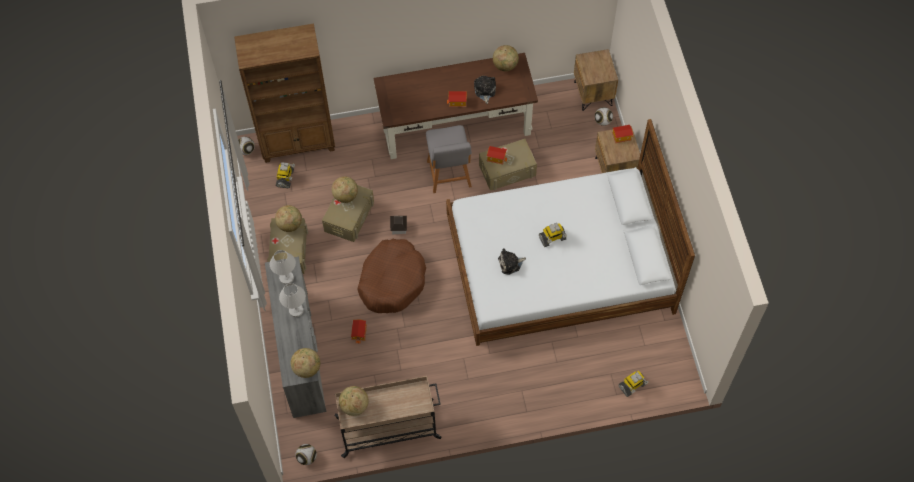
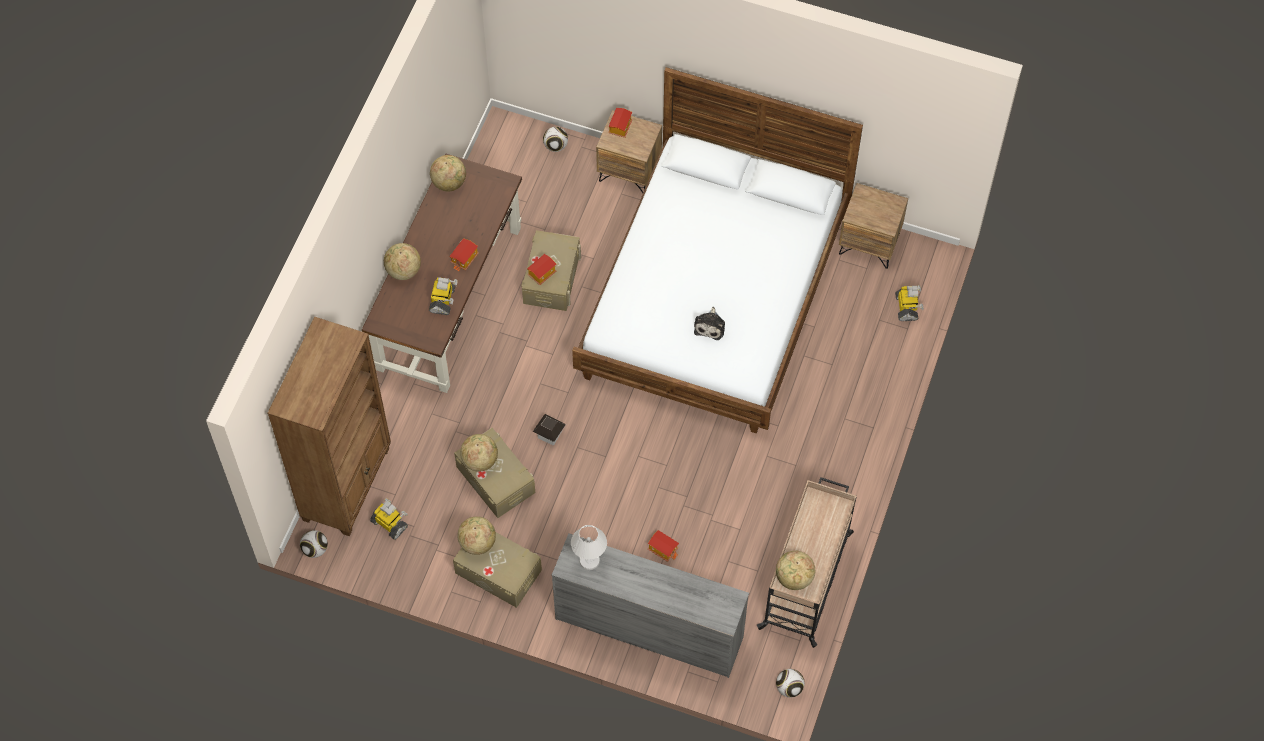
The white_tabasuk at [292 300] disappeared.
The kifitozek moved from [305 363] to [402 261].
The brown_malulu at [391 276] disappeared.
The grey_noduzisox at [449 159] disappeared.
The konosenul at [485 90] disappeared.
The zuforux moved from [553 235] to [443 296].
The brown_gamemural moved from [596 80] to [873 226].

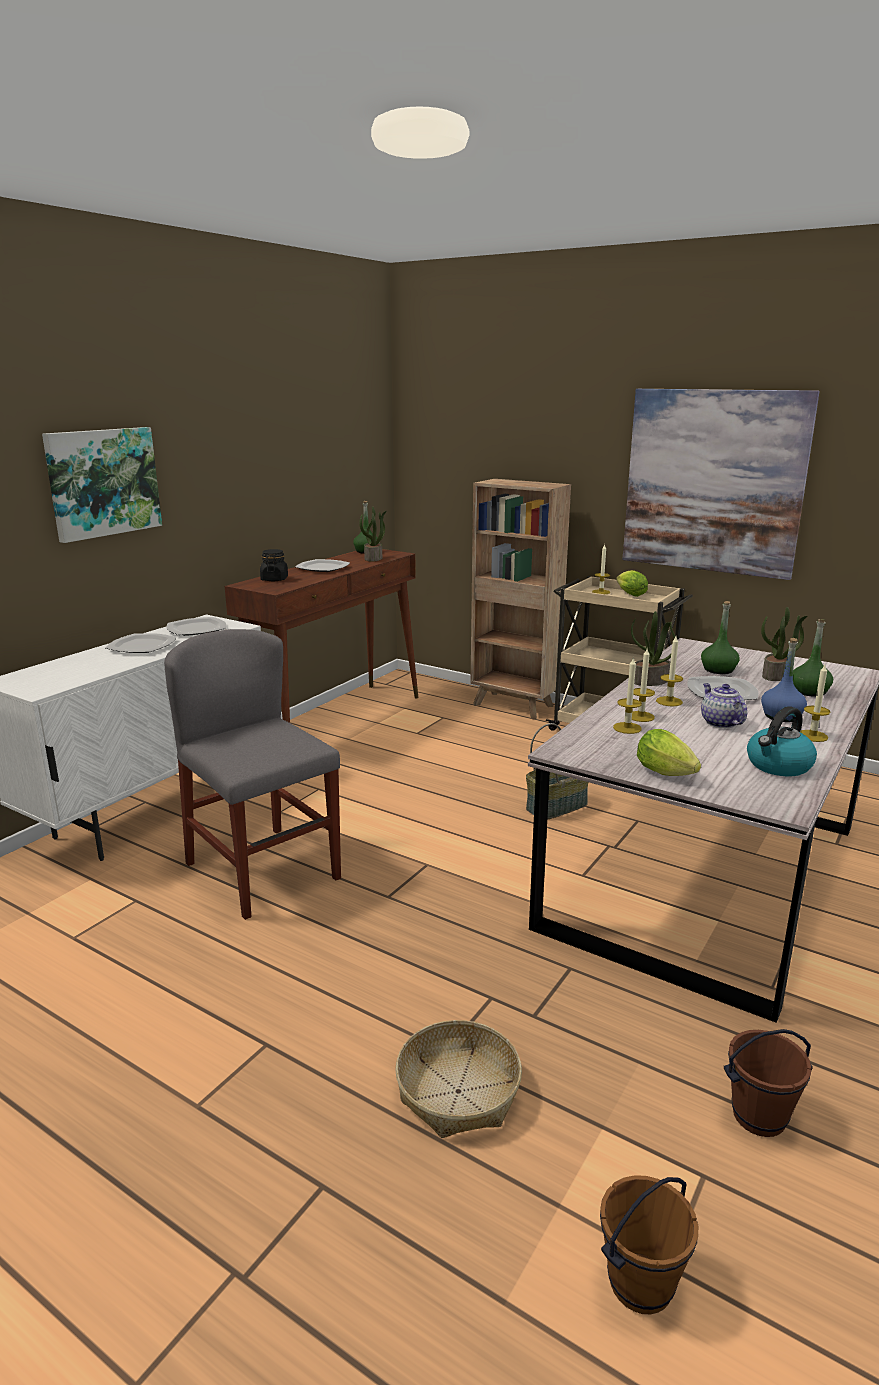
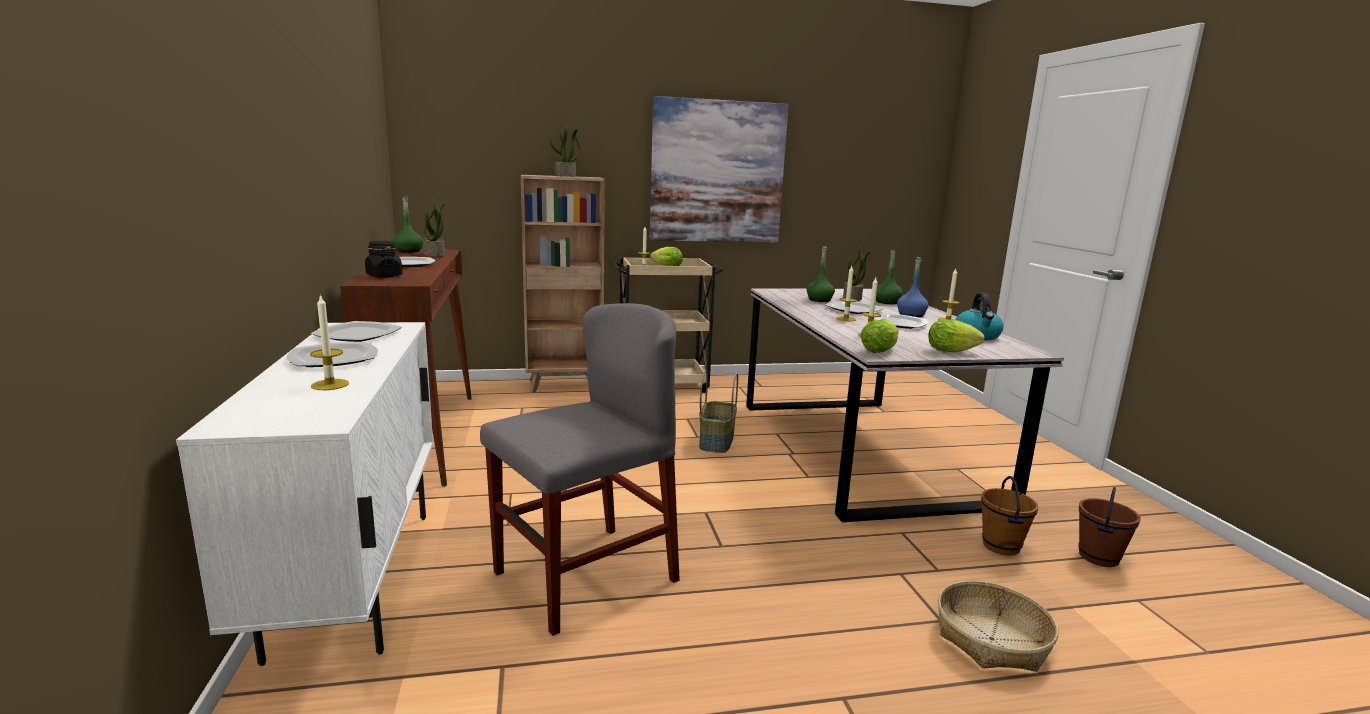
The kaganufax at [102 485] disappeared.
The grey_noduzisox at [252 774] turned 135 degrees clockwise.
The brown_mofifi moved from [649 1244] to [1010 516].
The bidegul moved from [653 648] to [565 151].
The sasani moved from [643 685] to [329 342].
The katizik at [724 705] was replaced by the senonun at [901 321].
The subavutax at [879 336] appeared.

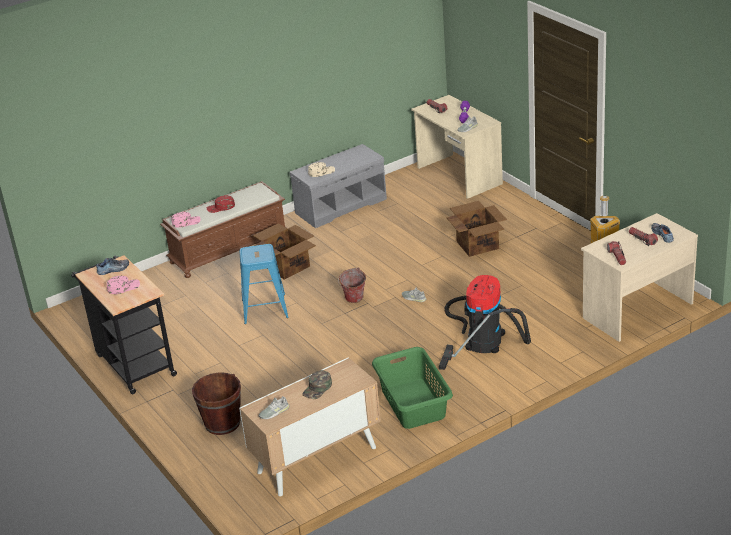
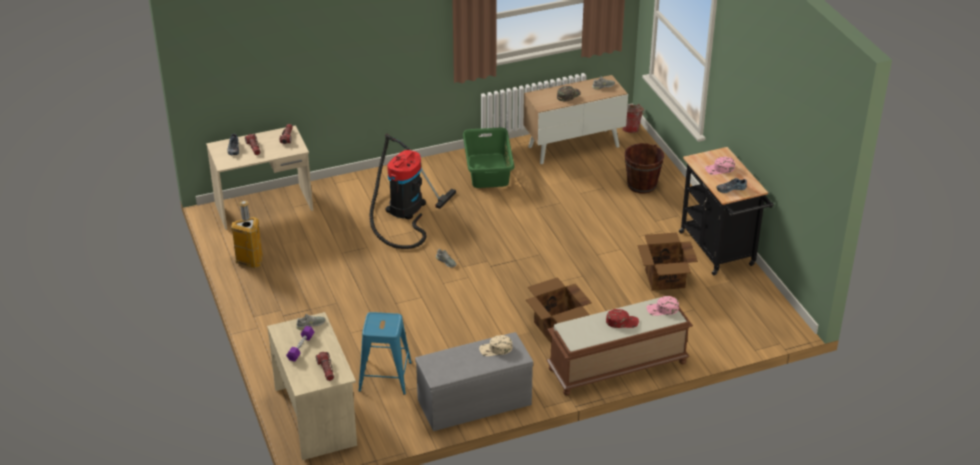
The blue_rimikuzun moved from [264 284] to [385 353].
The mofifi moved from [352 285] to [633 118].
The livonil moved from [476 229] to [668 261].

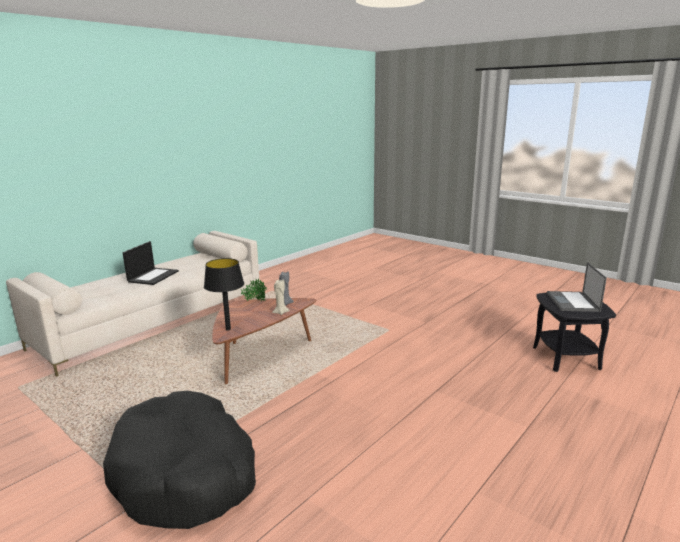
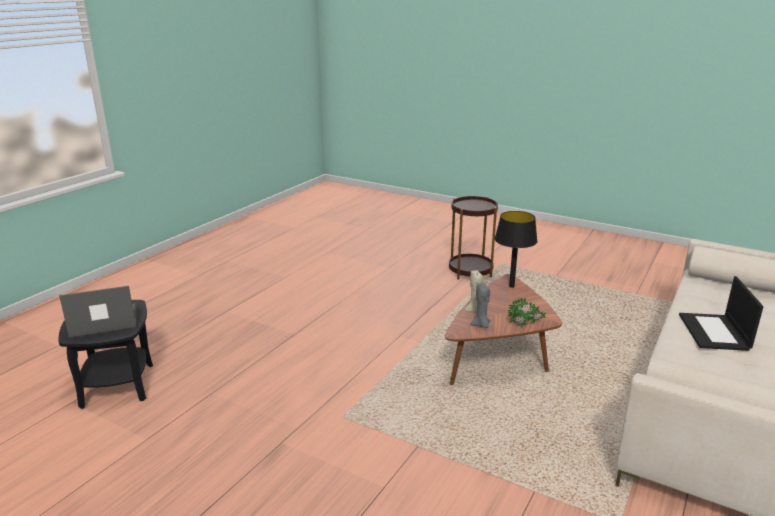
The black_malulu at [179 460] was replaced by the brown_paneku at [473 238].
The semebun at [577 287] turned 105 degrees counterclockwise.

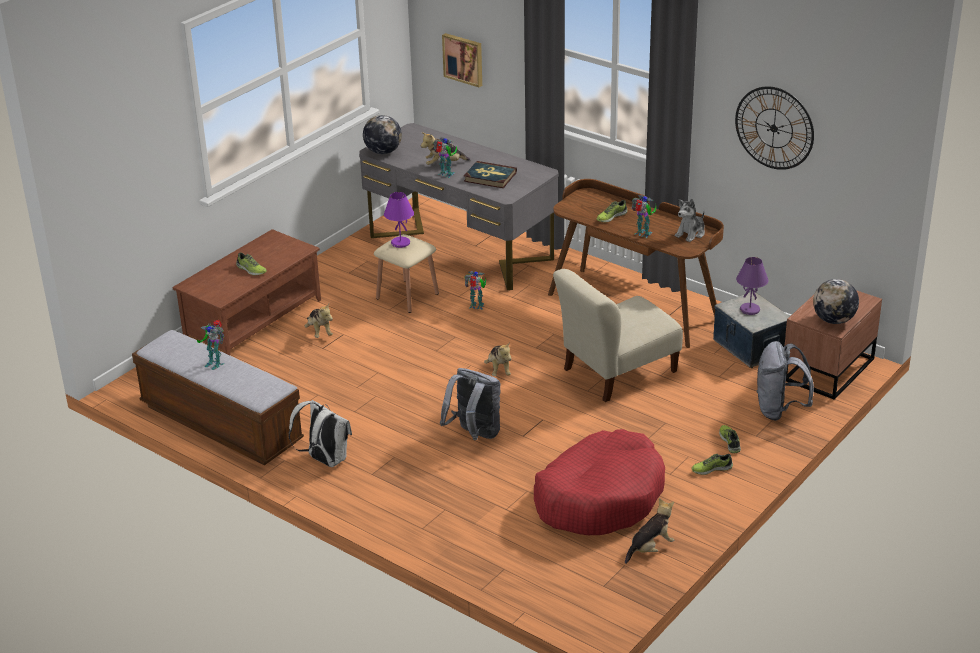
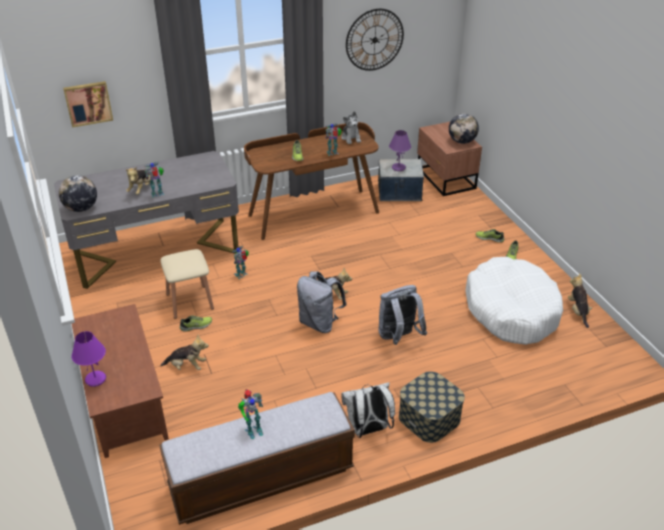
The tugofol moved from [251 264] to [196 323].
The purple_tabasuk moved from [399 220] to [88 359].
The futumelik at [490 174] disappeared.
The red_malulu at [599 482] became the white_malulu at [514 301].
The beige_noduzisox at [618 335] disappeared.
The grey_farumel moved from [785 381] to [322 302].
The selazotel at [432 407] appeared.

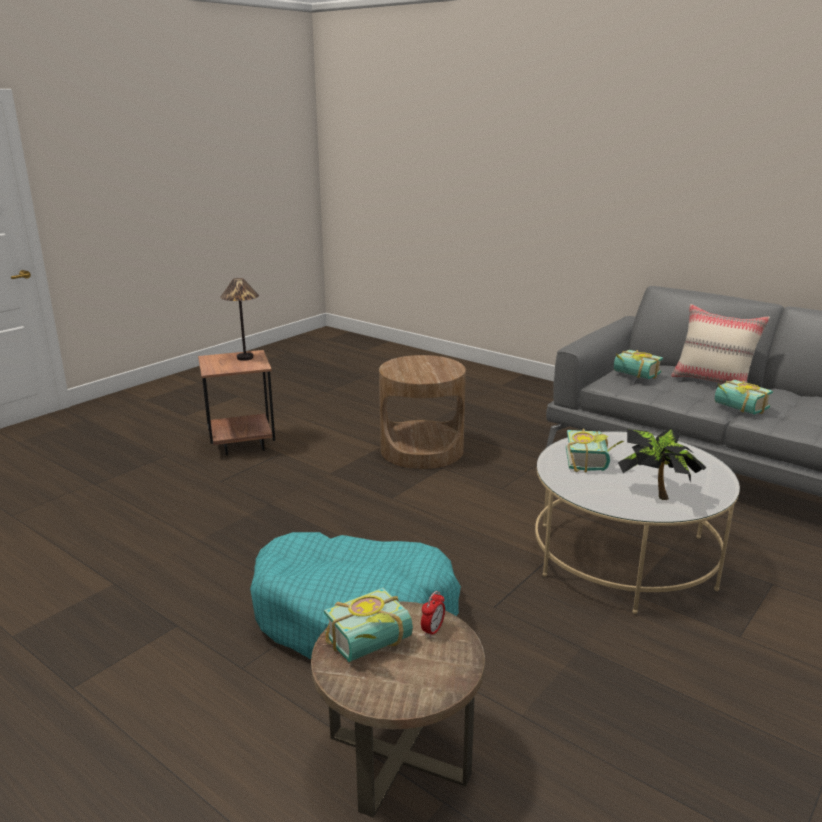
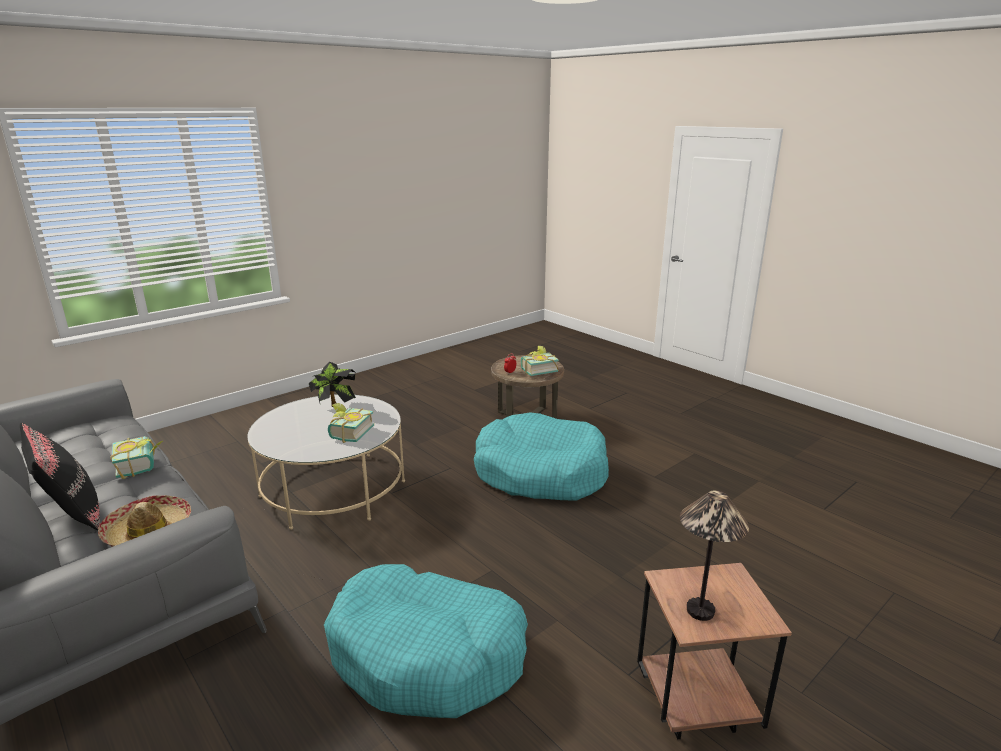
The brown_paneku at [422 412] was replaced by the turquoise_malulu at [426 641].
The futumelik at [638 364] was replaced by the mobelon at [144 521].
The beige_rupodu at [720 344] became the black_rupodu at [60 476].

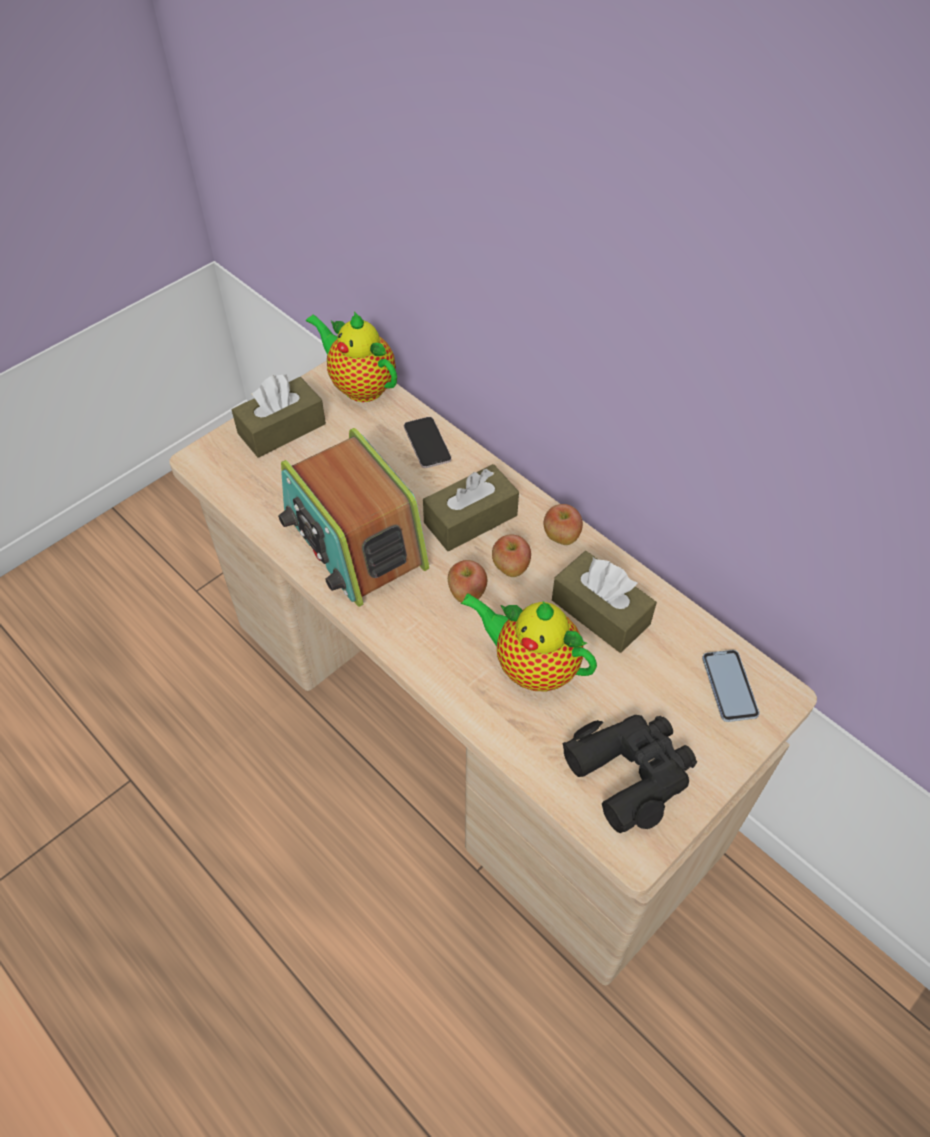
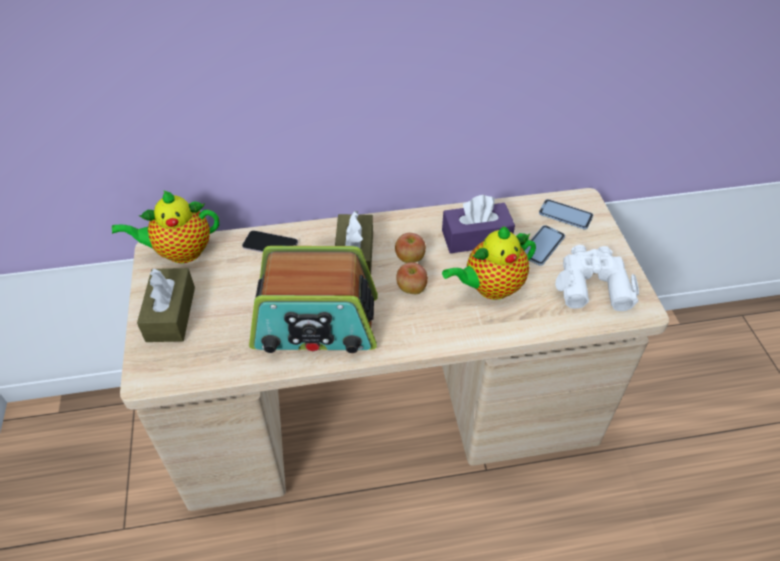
The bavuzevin at [563 524] disappeared.
The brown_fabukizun at [604 602] became the purple_fabukizun at [478 224].
The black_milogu at [630 774] became the white_milogu at [597 278].
The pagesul at [545 245] appeared.

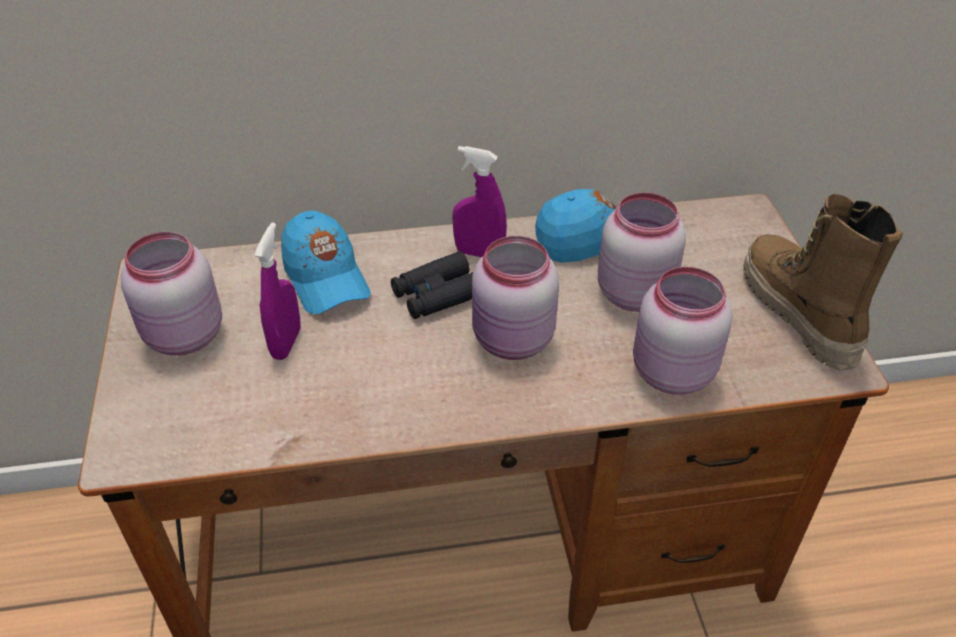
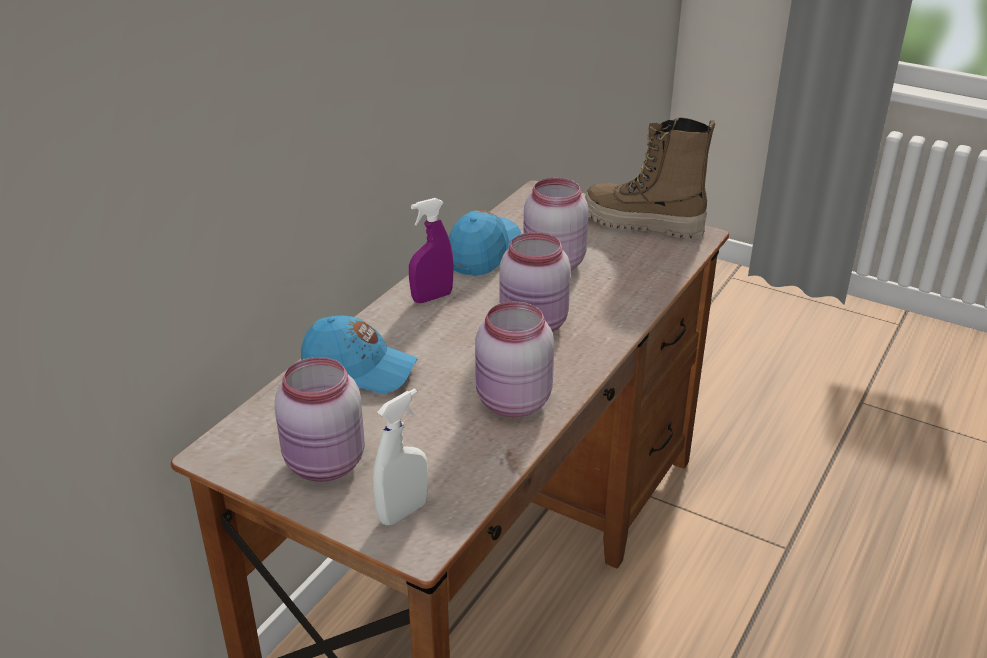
The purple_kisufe at [277 291] disappeared.
The black_milogu at [432 285] disappeared.
The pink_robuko moved from [683 331] to [514 359].
The white_kisufe at [400 456] appeared.

